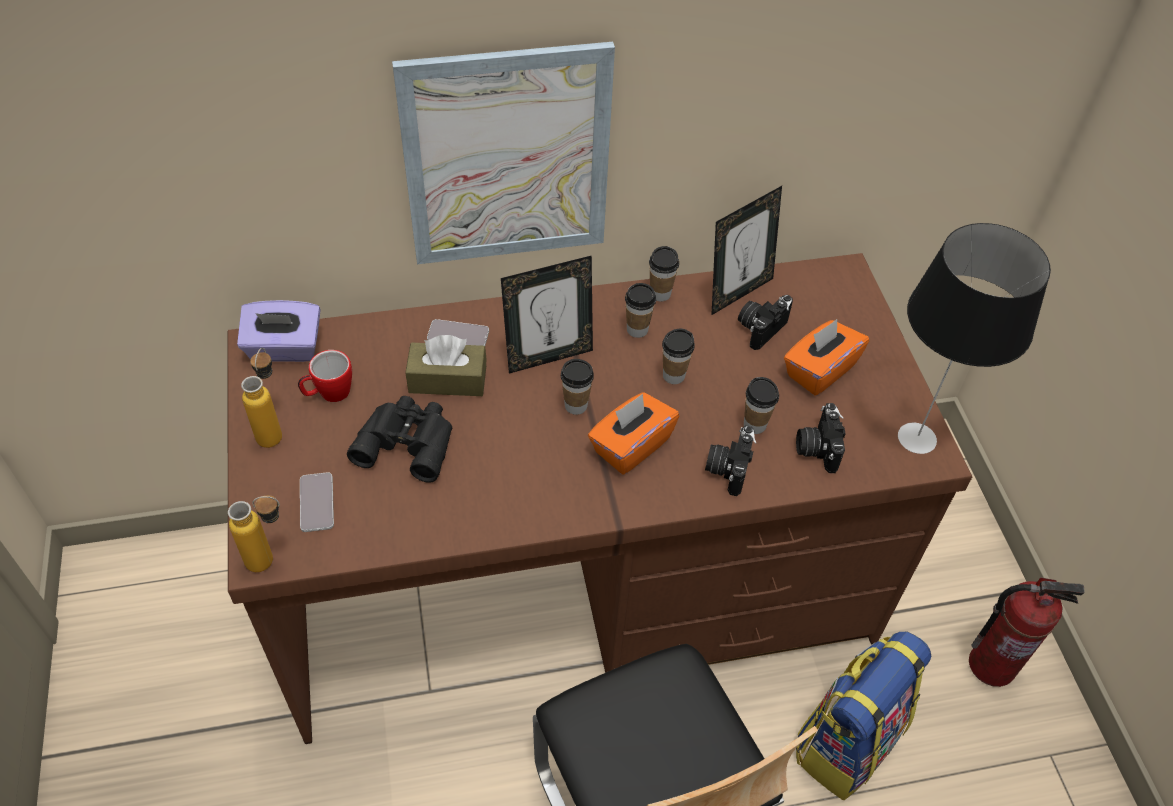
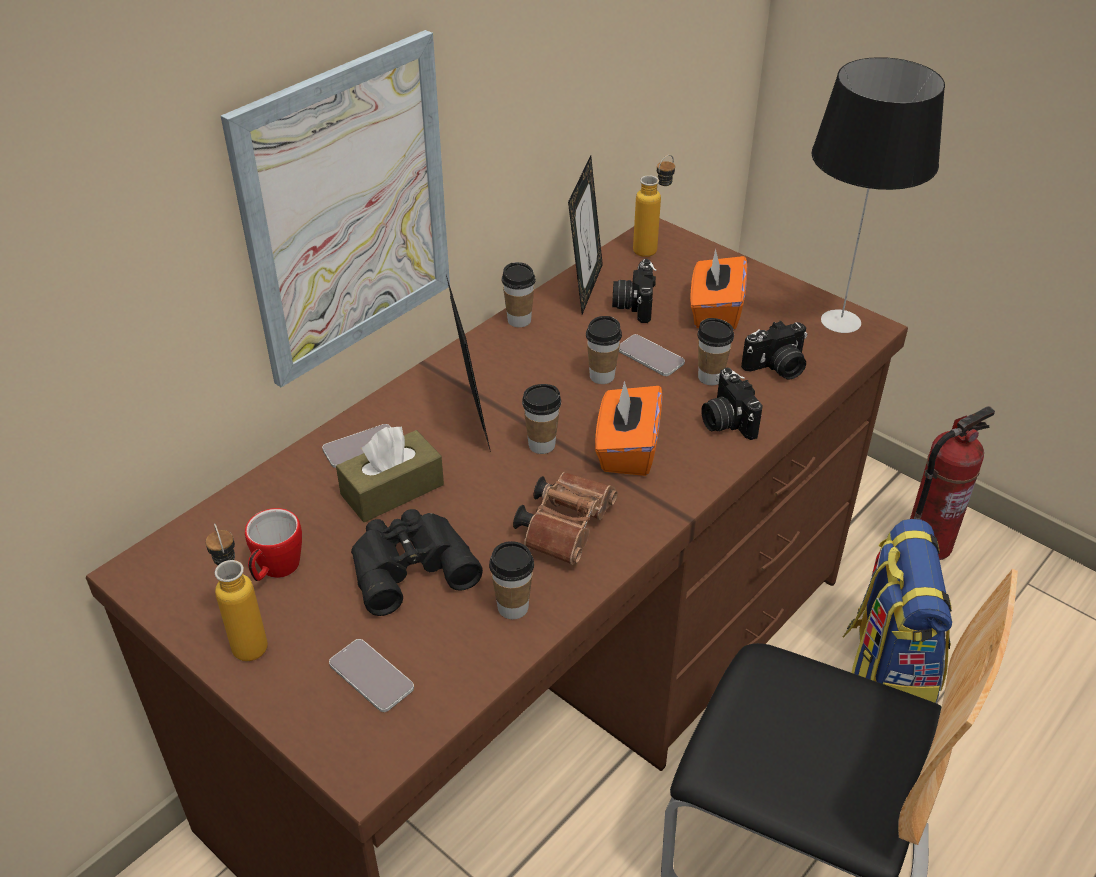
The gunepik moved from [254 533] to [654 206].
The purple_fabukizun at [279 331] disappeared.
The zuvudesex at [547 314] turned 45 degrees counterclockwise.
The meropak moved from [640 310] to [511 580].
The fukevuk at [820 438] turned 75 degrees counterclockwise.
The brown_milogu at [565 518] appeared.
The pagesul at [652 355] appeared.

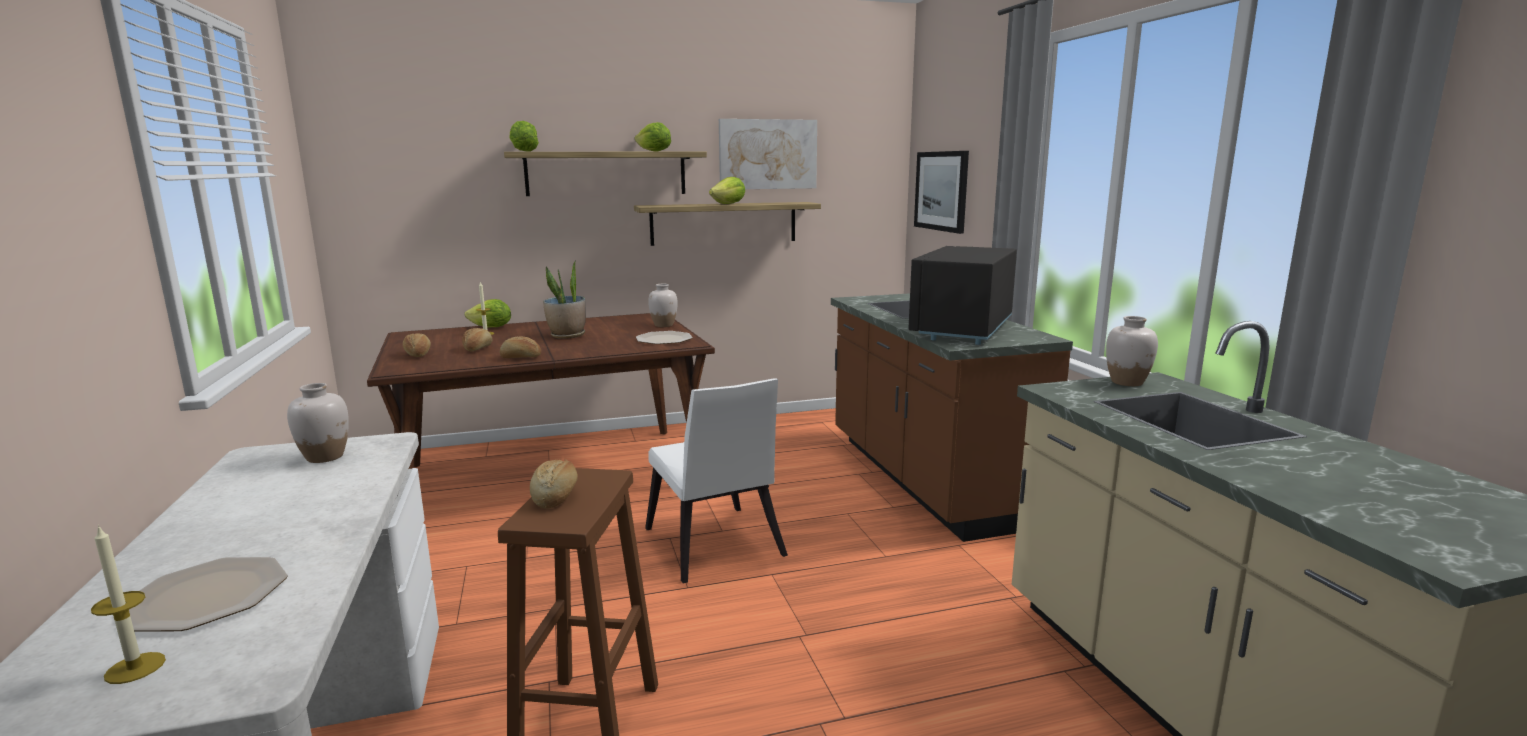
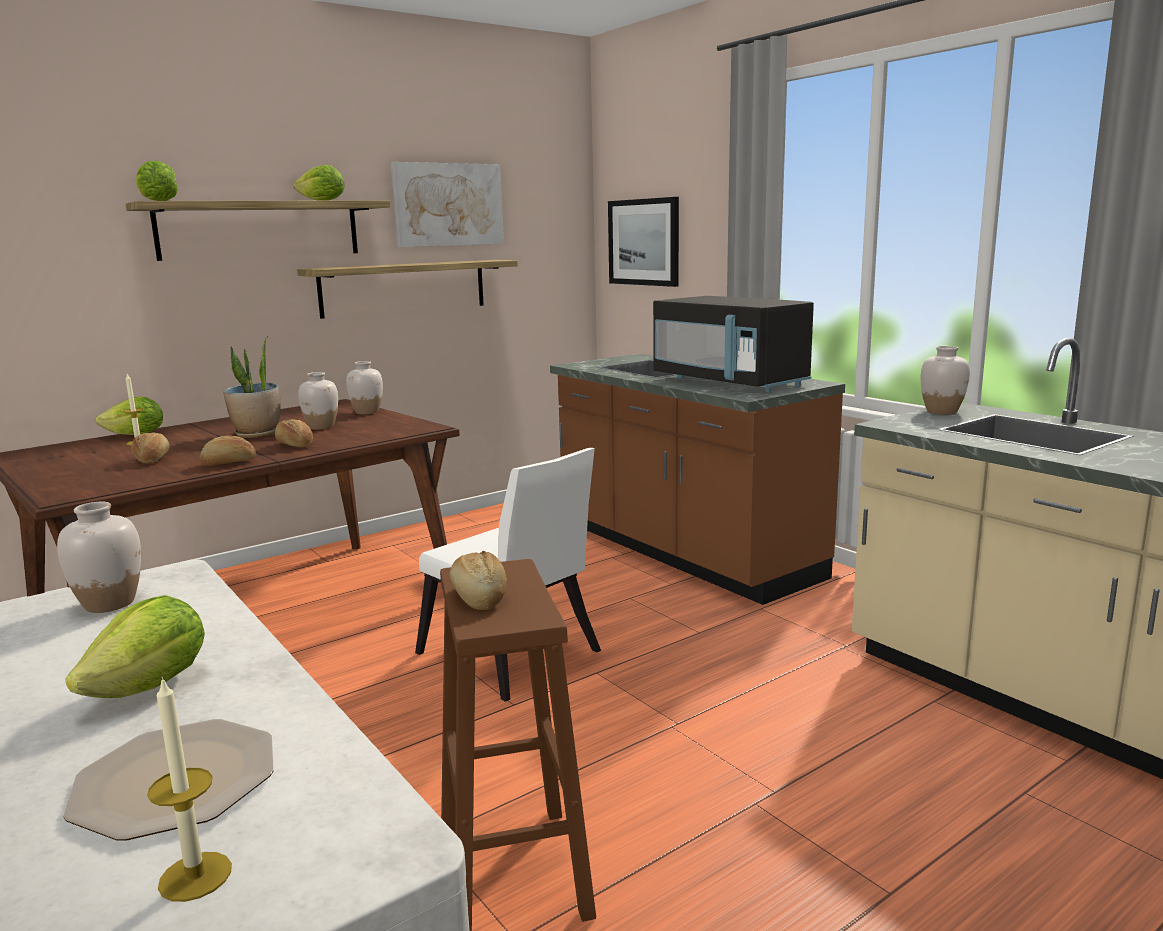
The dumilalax moved from [417 345] to [294 433].
The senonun at [664 337] disappeared.
The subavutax moved from [727 190] to [135 646].
The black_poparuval at [962 295] turned 45 degrees counterclockwise.
The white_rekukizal at [318 401] appeared.

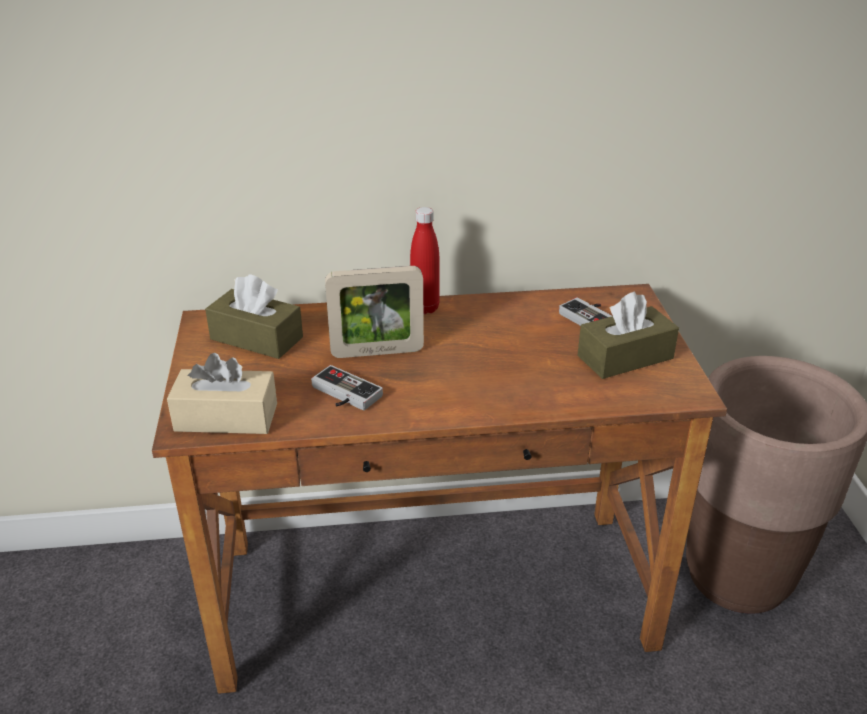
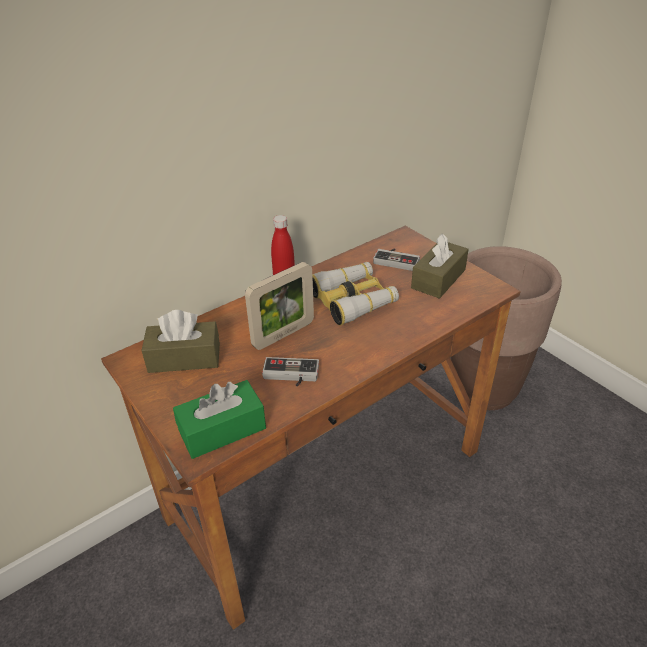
The beige_fabukizun at [222 393] became the green_fabukizun at [219 419].
The milogu at [355 294] appeared.

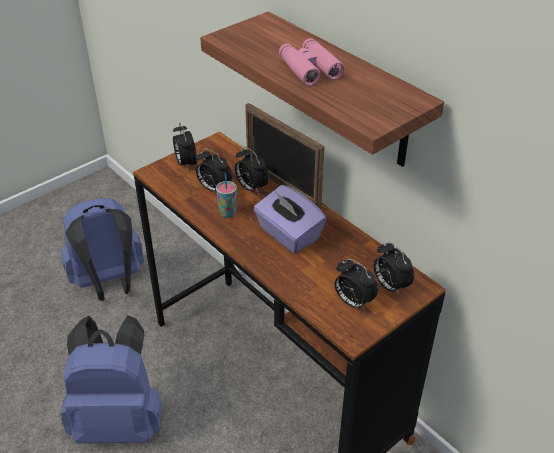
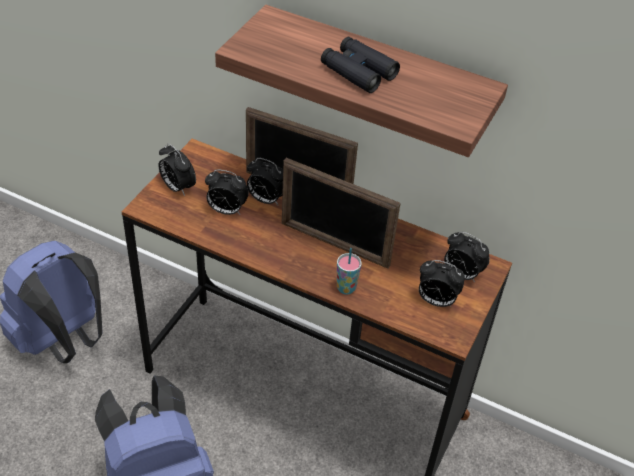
The meropak moved from [226 195] to [349 271].
The purple_fabukizun at [289 219] was replaced by the zuvudesex at [341 213].
The pink_milogu at [311 62] became the black_milogu at [360 65].

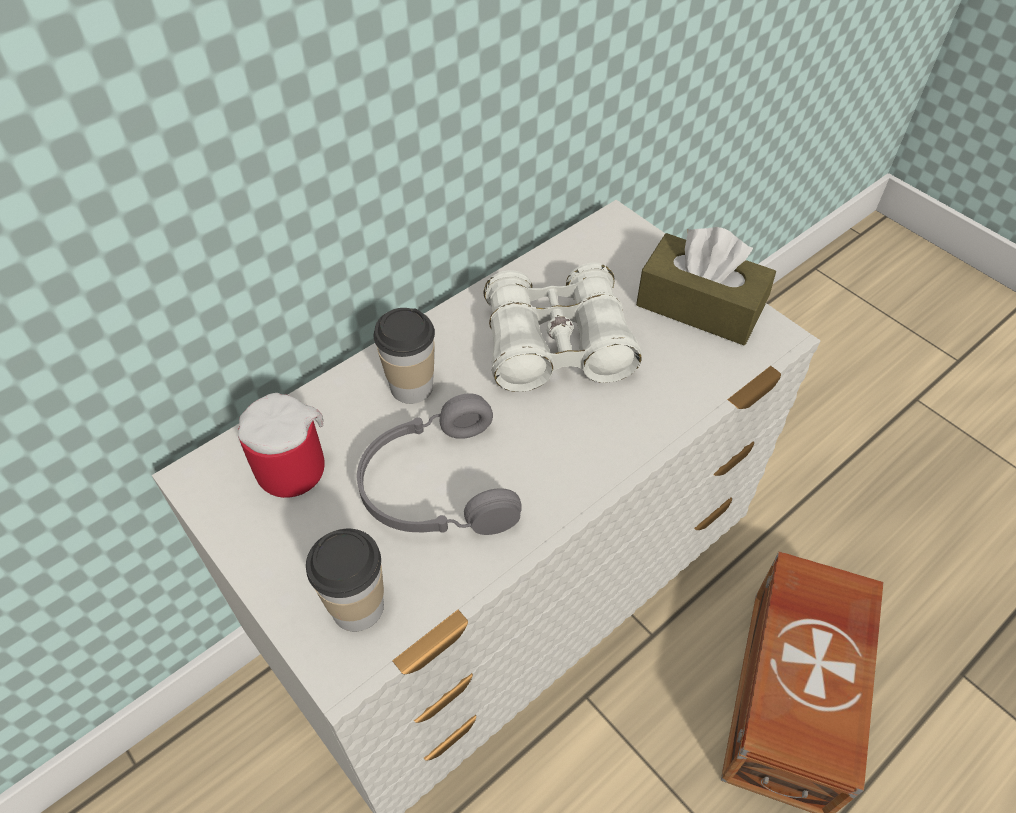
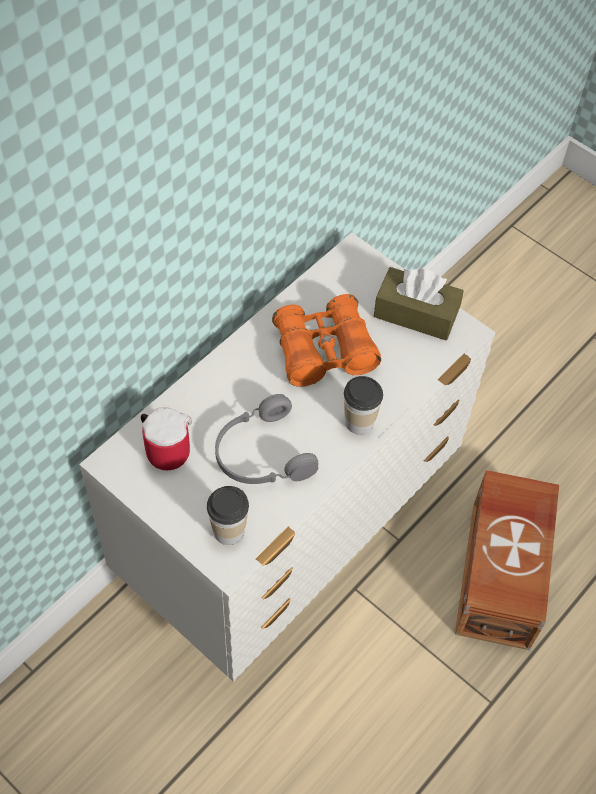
The meropak moved from [404 356] to [363 405].
The white_milogu at [562 327] became the orange_milogu at [326 340].

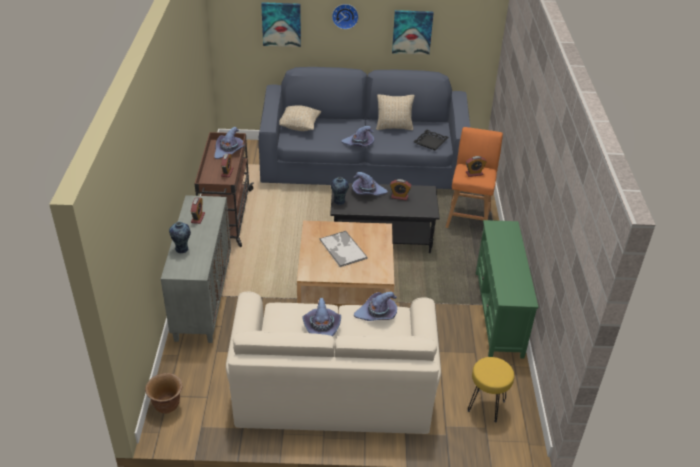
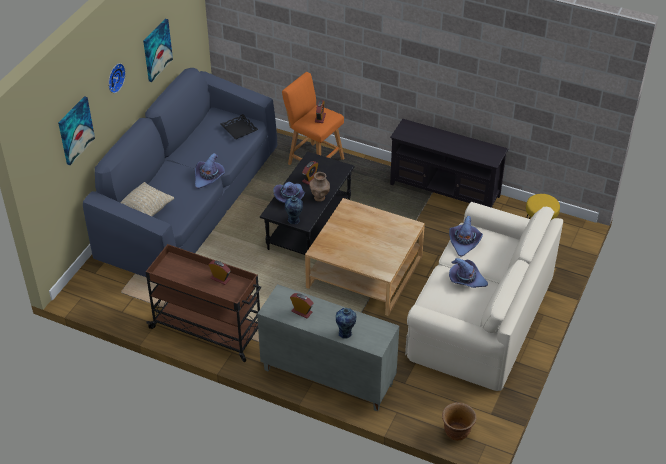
The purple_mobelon at [229 143] disappeared.
The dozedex at [343 249] disappeared.
The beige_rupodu at [395 112] disappeared.
The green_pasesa at [507 289] became the black_pasesa at [449 163].
The brown_rekukizal at [319 187] appeared.

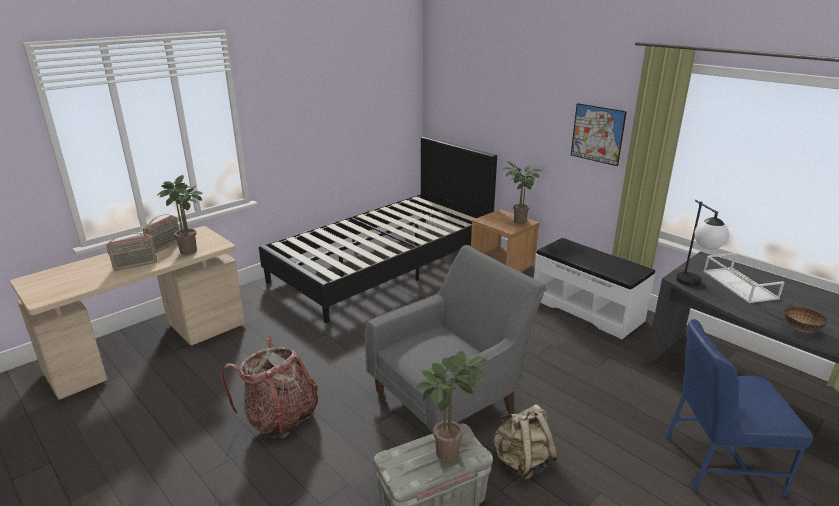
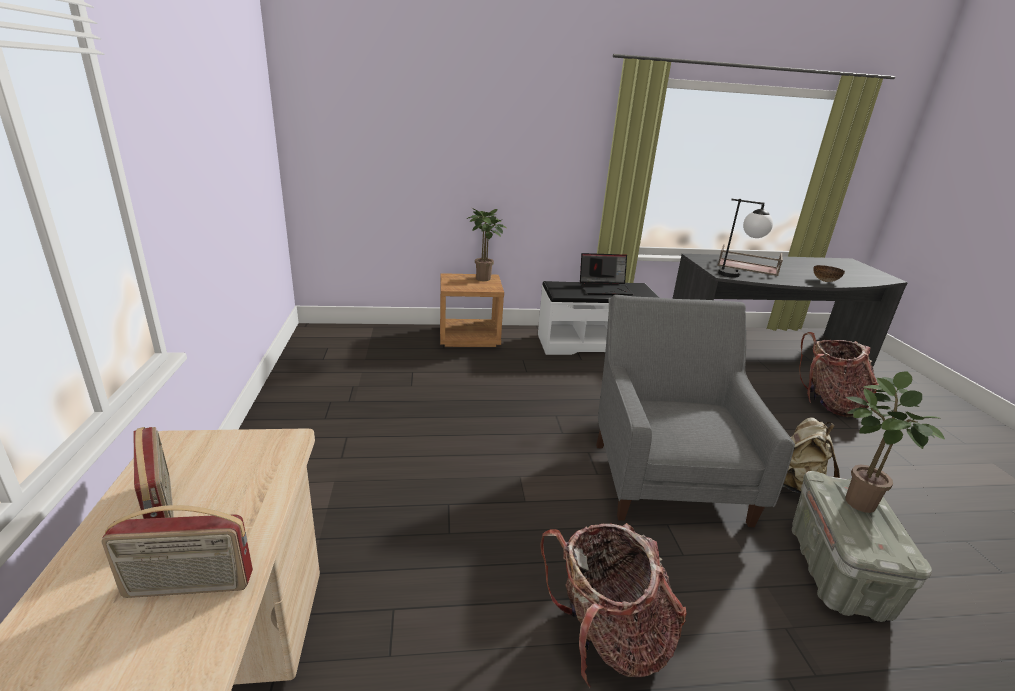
The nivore at [132 252] turned 75 degrees clockwise.
The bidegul at [180 215] disappeared.
The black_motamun at [378 229] disappeared.
The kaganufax at [599 134] disappeared.
The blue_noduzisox at [739 408] was replaced by the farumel at [838 374].
The white_dozedex at [744 278] became the brown_dozedex at [750 260].
The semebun at [606 274] appeared.

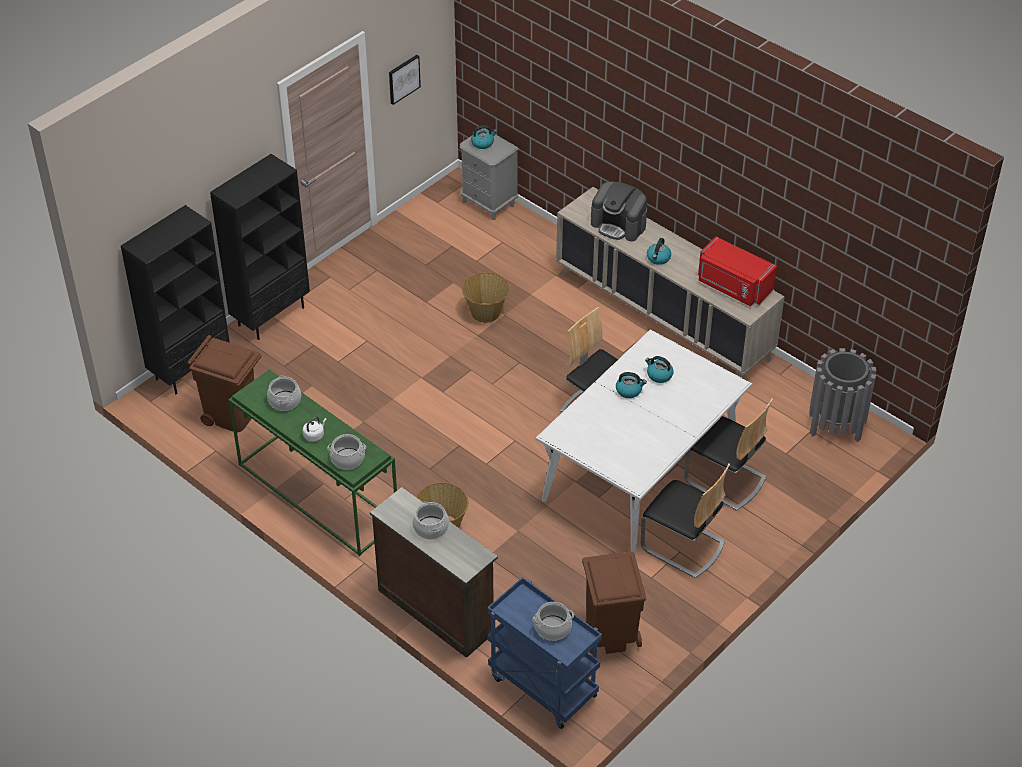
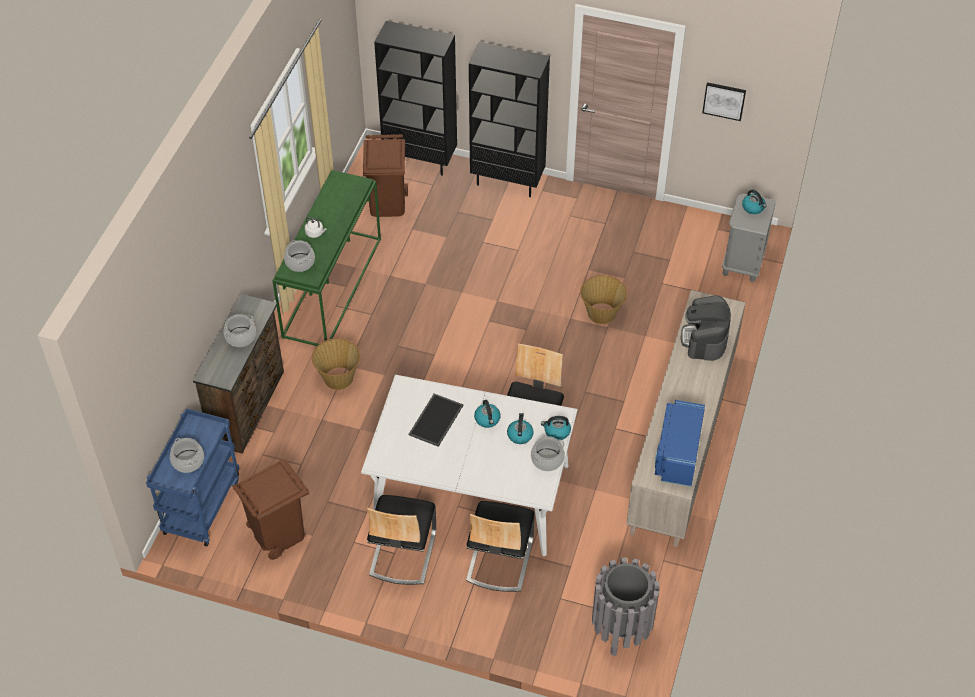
The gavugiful moved from [284 393] to [548 453].
The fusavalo moved from [659 251] to [556 428].
The red_poparuval at [737 271] became the blue_poparuval at [679 443].
The dozedex at [436 420] appeared.

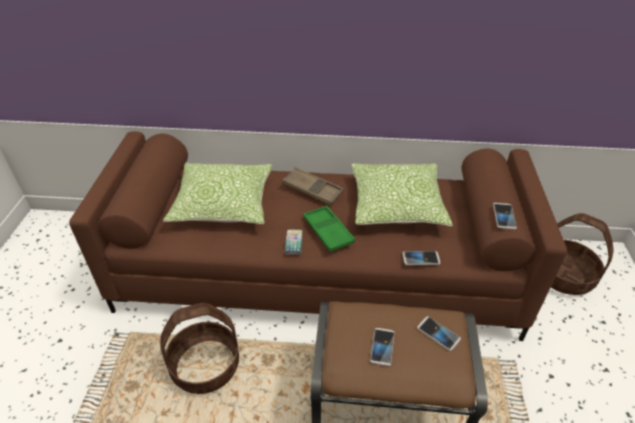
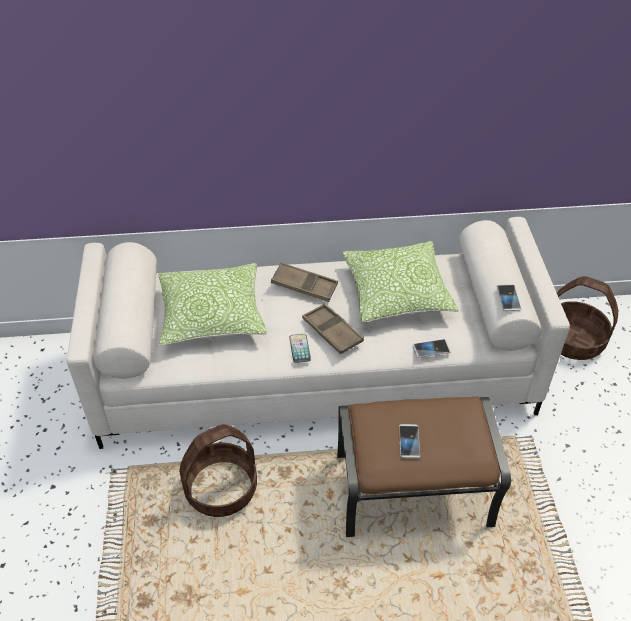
The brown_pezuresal at [318 236] became the white_pezuresal at [318 333].
The green_dozedex at [329 229] became the brown_dozedex at [333 328].
The pagesul at [439 333] disappeared.

